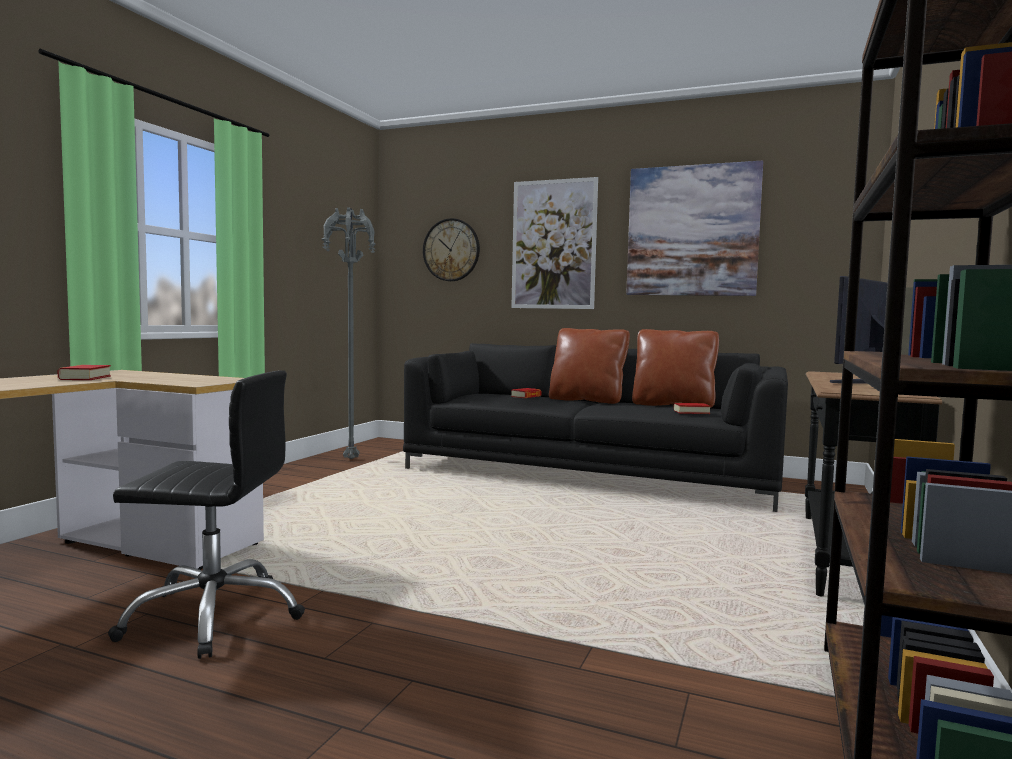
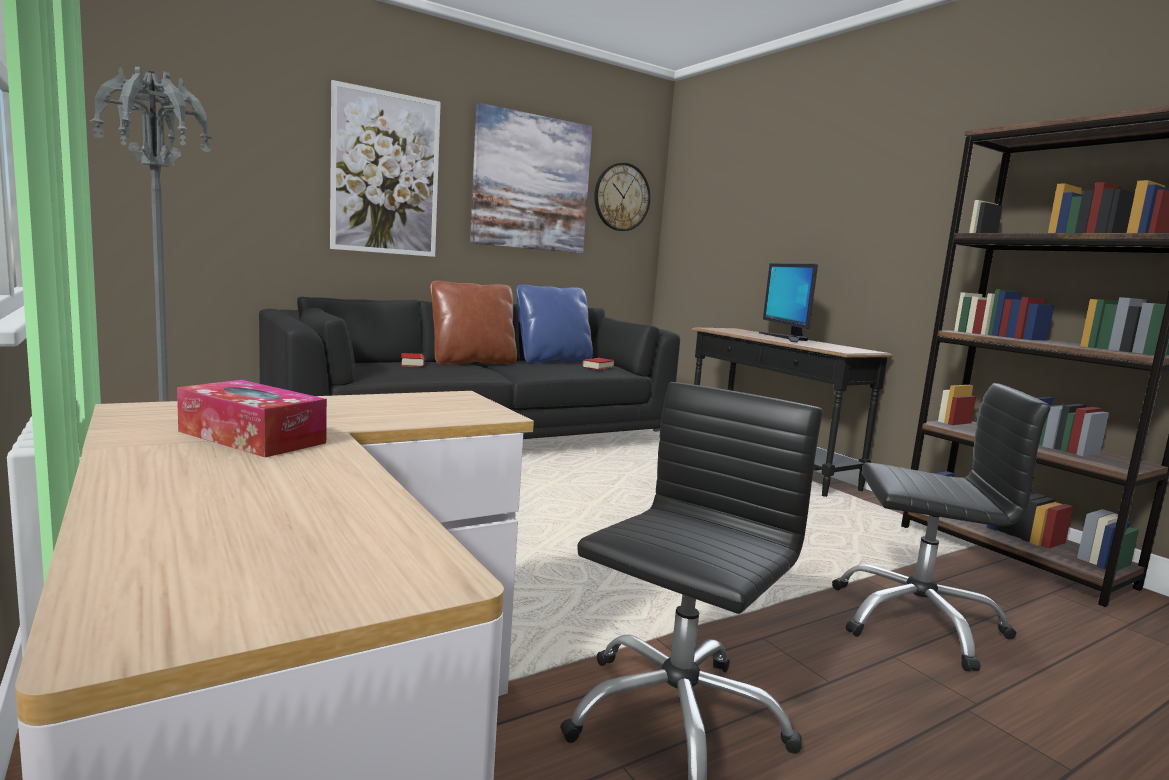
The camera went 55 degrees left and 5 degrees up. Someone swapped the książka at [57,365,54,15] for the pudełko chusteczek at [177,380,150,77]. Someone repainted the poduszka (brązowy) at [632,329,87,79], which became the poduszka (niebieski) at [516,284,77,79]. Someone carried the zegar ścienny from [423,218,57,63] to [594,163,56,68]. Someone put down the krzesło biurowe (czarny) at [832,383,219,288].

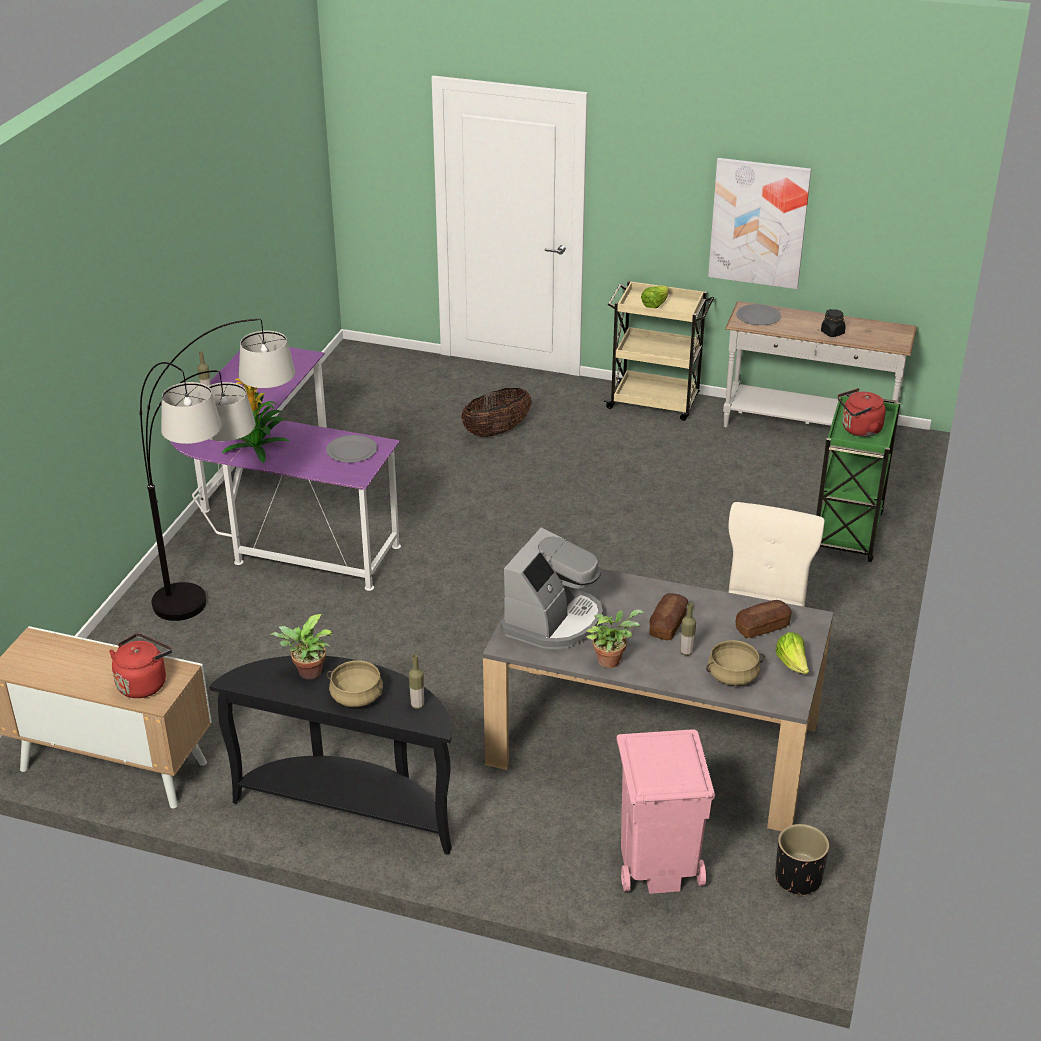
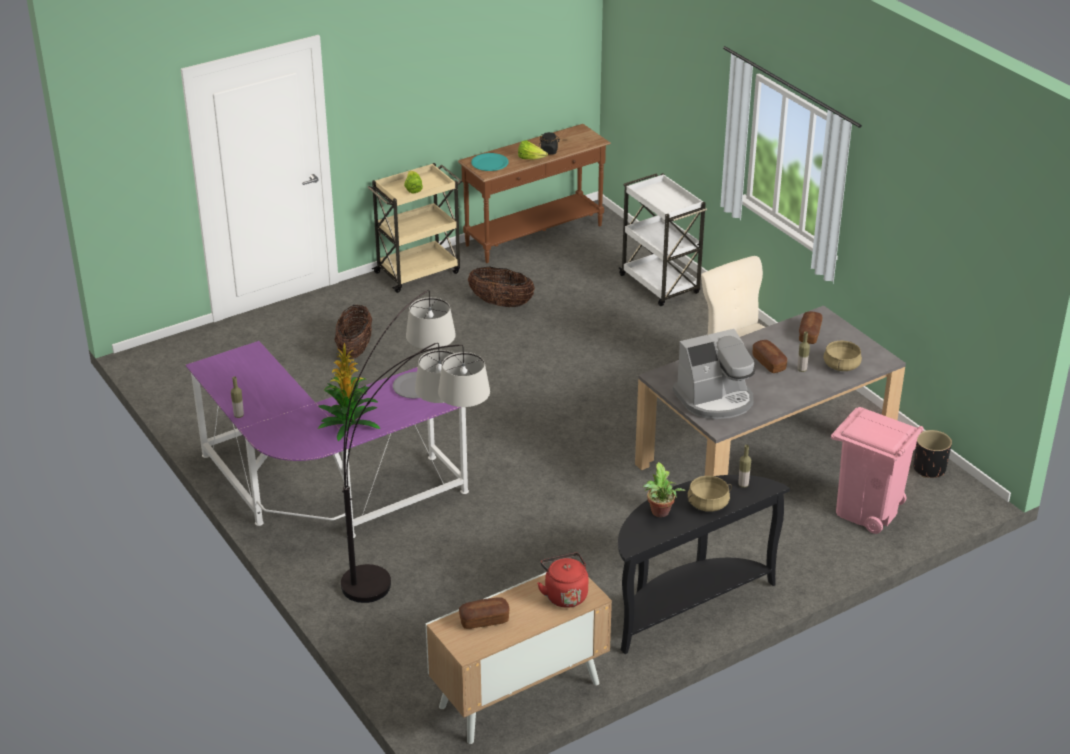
The camera went 50 degrees left and 0 degrees up. Someone repainted the stolik konsolowy (biały) at [723,301,194,126], which became the stolik konsolowy (brązowy) at [458,124,153,139]. Someone put down the chleb at [459,597,51,32]. Someone put down the koszyk at [468,267,67,40]. Someone repainted the talerz (szary) at [736,304,45,21], which became the talerz (turkusowy) at [471,153,38,18]. Someone carried the sałata from [775,632,34,42] to [518,140,30,20]. Someone repainted the wózek (zielony) at [816,394,84,168], which became the wózek (biały) at [619,173,88,133]. Someone rotated the ekspres do kawy at [500,528,103,121] by 90 degrees clockwise. Someone took away the roślina doniczkowa at [586,610,58,58]. Someone took away the obraz at [708,158,103,131]. Someone took away the czajnik (czerwony) at [838,388,48,49].

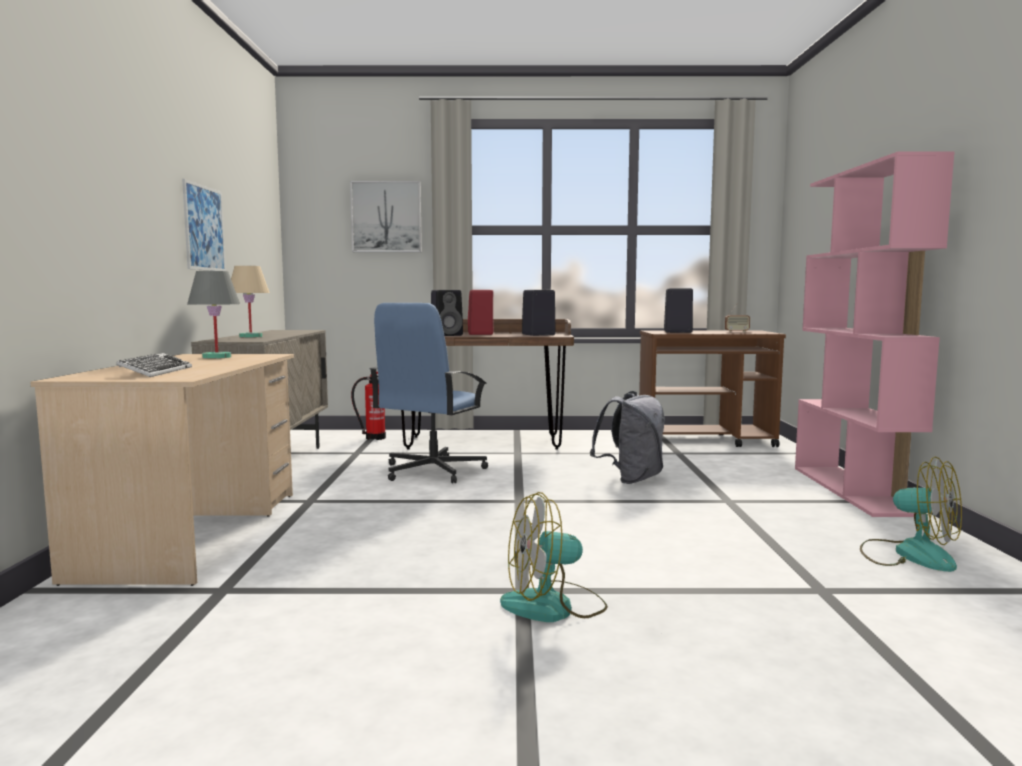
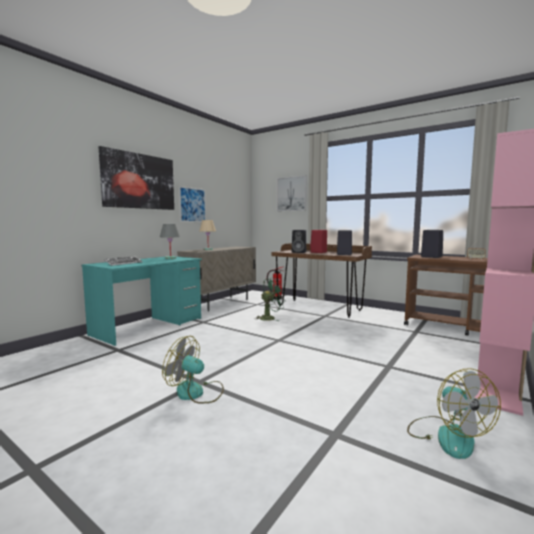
The camera went 35 degrees right and 0 degrees up. Someone repainted the biurko (beżowy) at [30,354,264,232], which became the biurko (turkusowy) at [81,256,121,90]. Someone put up the obraz at [99,146,75,64]. Someone swapped the krzesło biurowe (niebieski) at [369,303,119,180] for the wentylator (zielony) at [256,277,30,44]. Someone took away the plecak (szary) at [590,391,75,93].

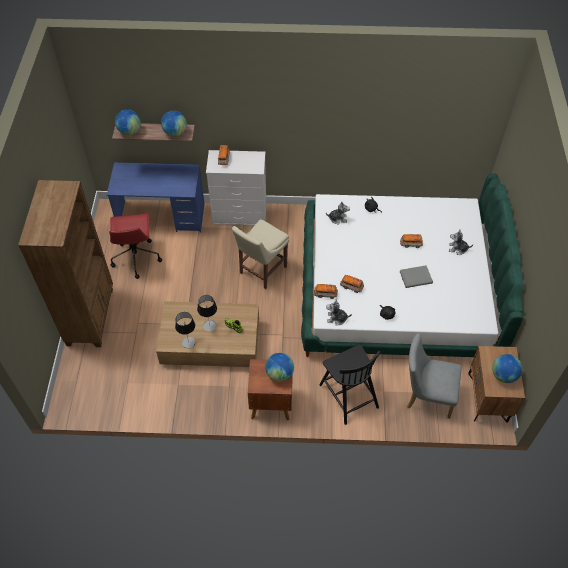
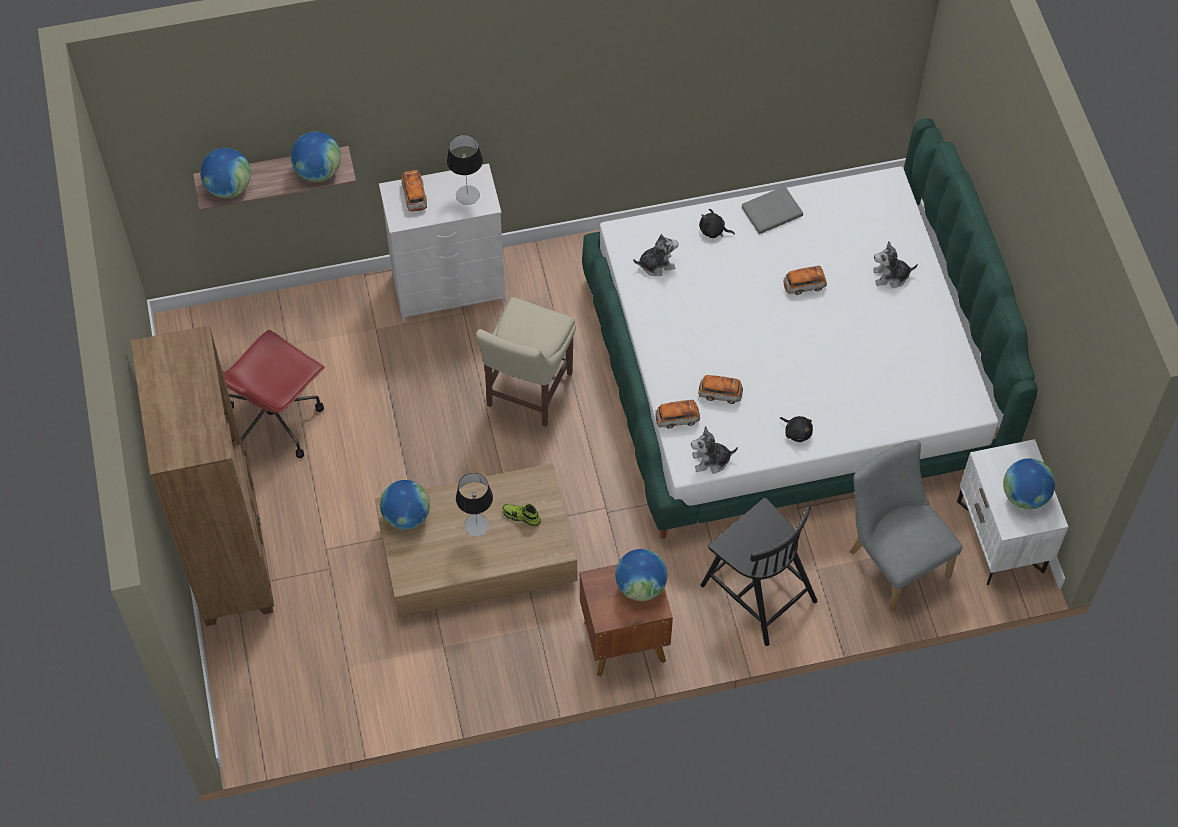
The camera went 15 degrees left and 5 degrees up. Someone rotated the krzesło biurowe (czerwony) at [109,213,53,66] by 60 degrees clockwise. Someone put down the globus at [380,480,50,50]. Someone carried the lampa stołowa from [175,312,20,36] to [447,135,36,70]. Someone carried the książka (szary) from [400,265,33,23] to [741,186,62,48]. Someone rotated the krzesło (szary) at [407,333,55,86] by 60 degrees clockwise. Someone repainted the szafka nocna (brązowy) at [468,346,57,77], which became the szafka nocna (biały) at [957,439,111,146]. Someone took away the biurko (niebieski) at [107,162,98,71].

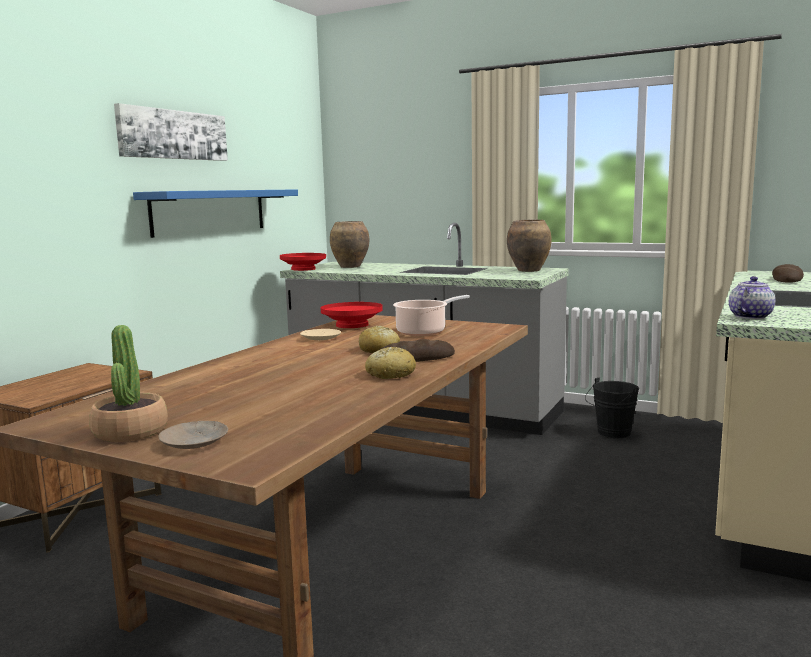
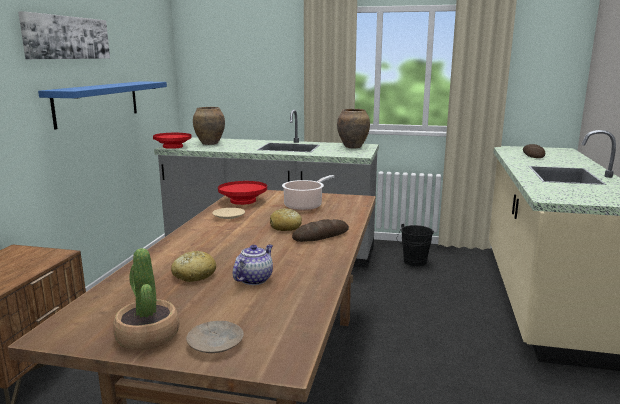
The camera went 15 degrees left and 5 degrees up. Someone carried the chleb from [365,346,51,33] to [171,251,45,31]. Someone carried the imbryk from [729,276,46,43] to [233,244,40,41].

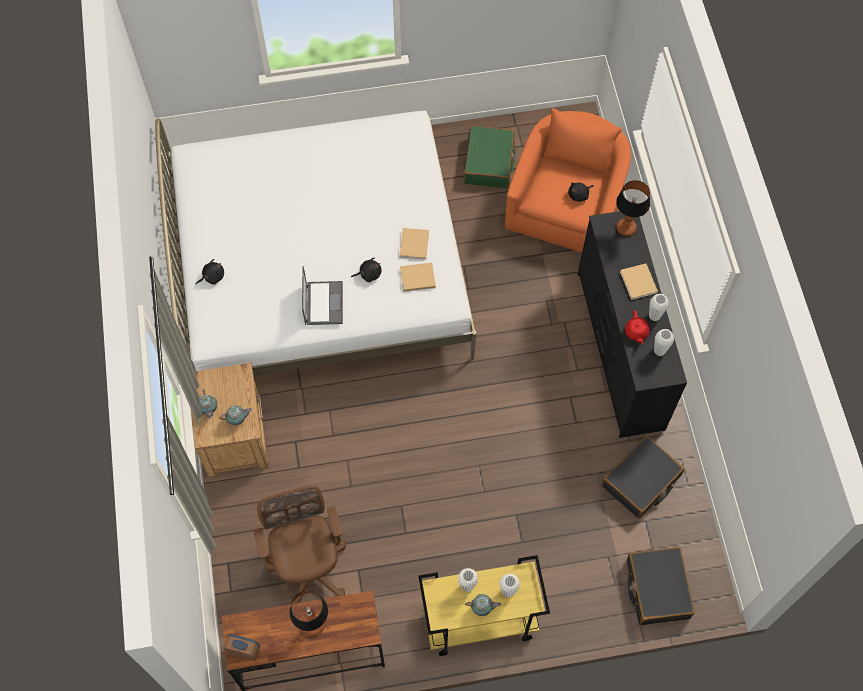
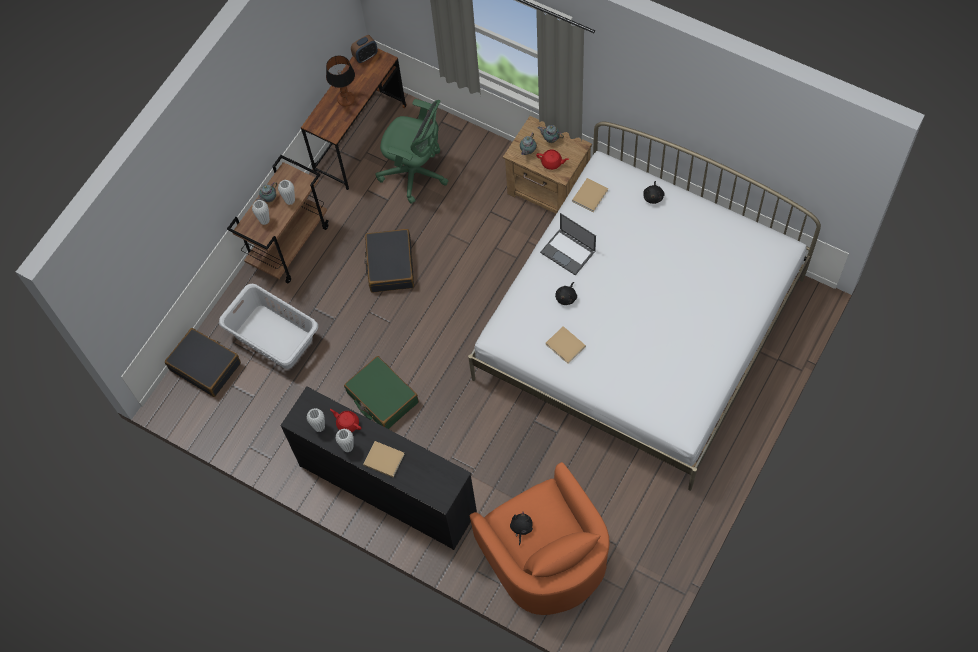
The camera went 135 degrees right and 0 degrees up. Someone put down the kosz na pranie (biały) at [219,284,99,85]. Someone repainted the wózek (żółty) at [418,555,132,101], which became the wózek (brązowy) at [227,155,102,129]. Someone carried the walizka (zielony) from [464,126,51,62] to [344,356,75,73]. Someone carried the walizka (czarny) from [602,436,82,83] to [364,229,50,64]. Someone repainted the krzesło biurowe (brązowy) at [254,485,92,119], which became the krzesło biurowe (zielony) at [376,99,72,105]. Someone put down the imbryk (czerwony) at [536,149,33,21]. Someone carried the książka (beżowy) from [400,263,36,29] to [572,178,36,34]. Someone took away the lampa stołowa at [616,180,34,56].

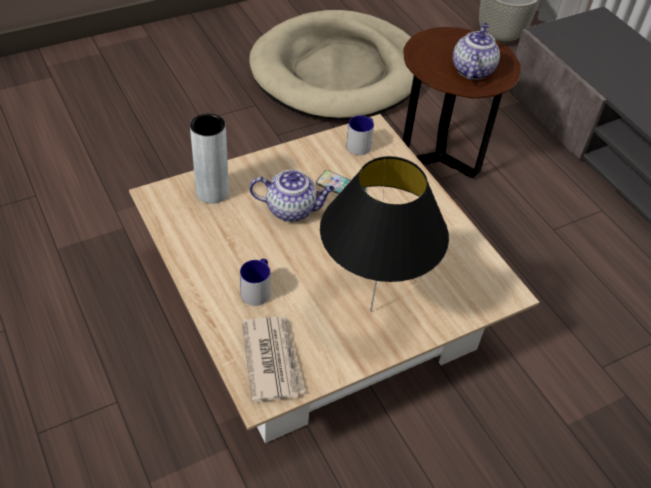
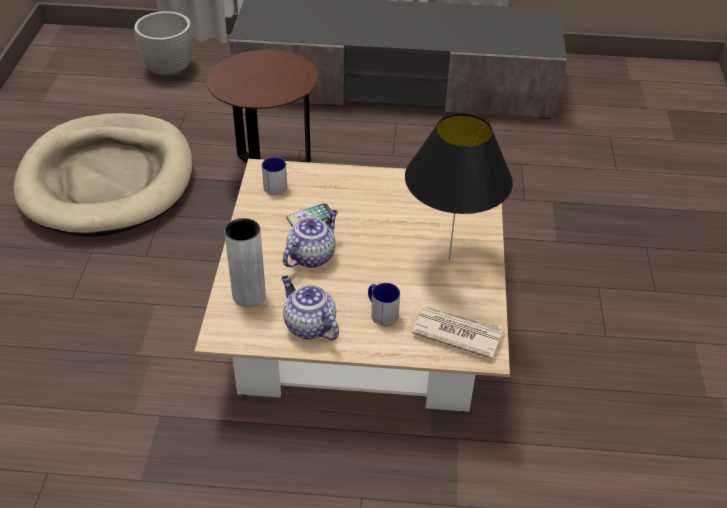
The camera went 55 degrees left and 5 degrees down. Someone carried the imbryk from [453,23,47,57] to [282,276,57,64].

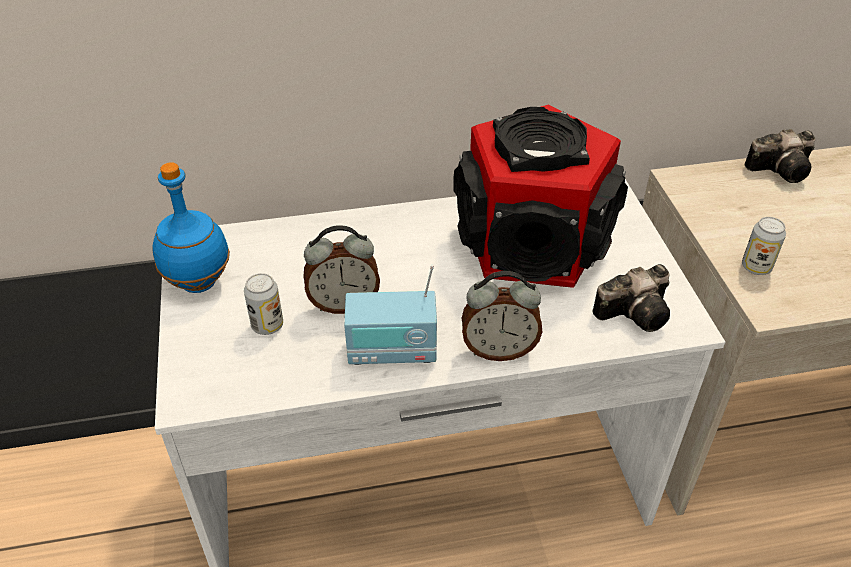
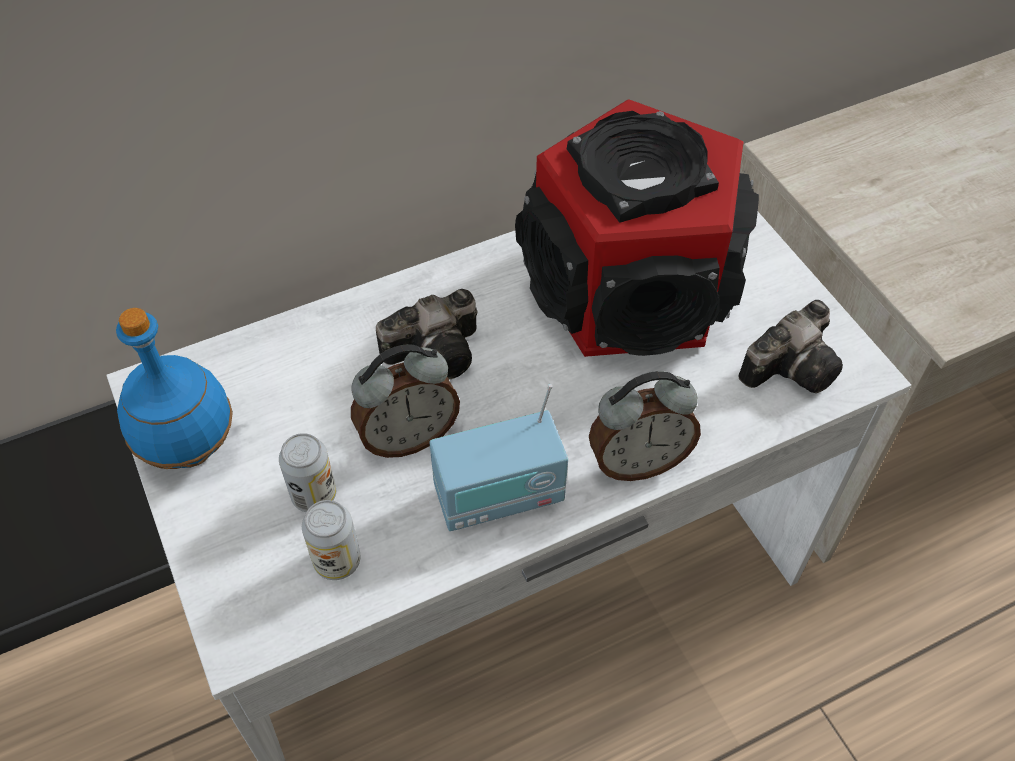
The camera went 15 degrees left and 10 degrees up. Someone carried the puszka from [742,217,44,58] to [302,500,58,80]. Someone carried the aparat fotograficzny from [745,129,70,54] to [376,289,101,90].

